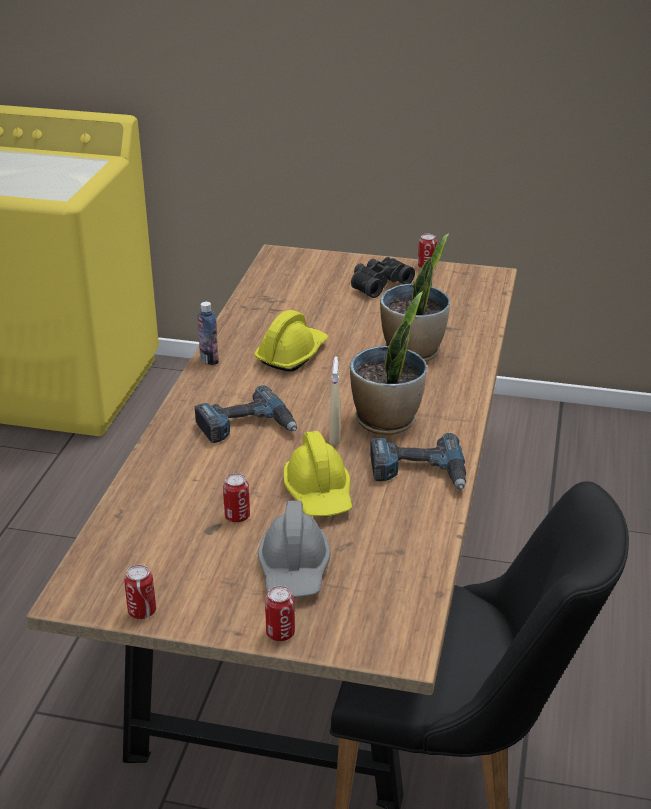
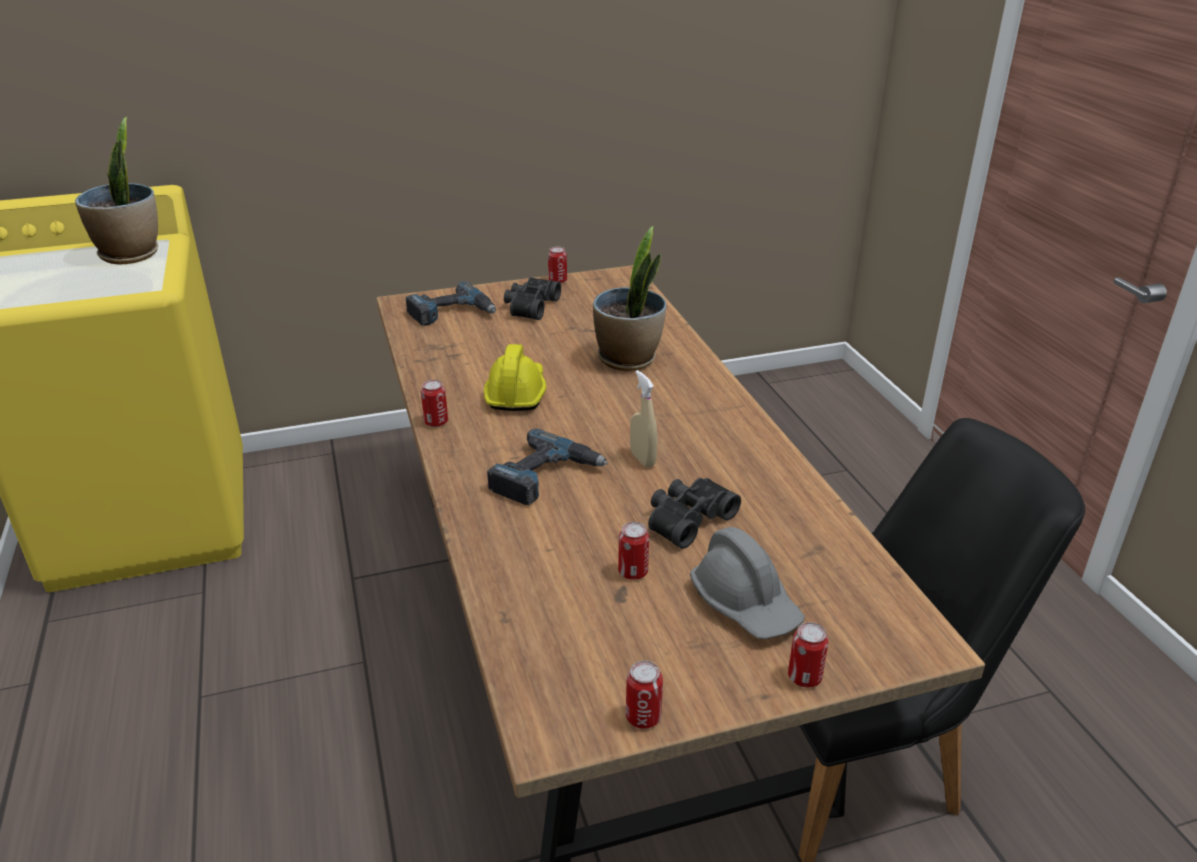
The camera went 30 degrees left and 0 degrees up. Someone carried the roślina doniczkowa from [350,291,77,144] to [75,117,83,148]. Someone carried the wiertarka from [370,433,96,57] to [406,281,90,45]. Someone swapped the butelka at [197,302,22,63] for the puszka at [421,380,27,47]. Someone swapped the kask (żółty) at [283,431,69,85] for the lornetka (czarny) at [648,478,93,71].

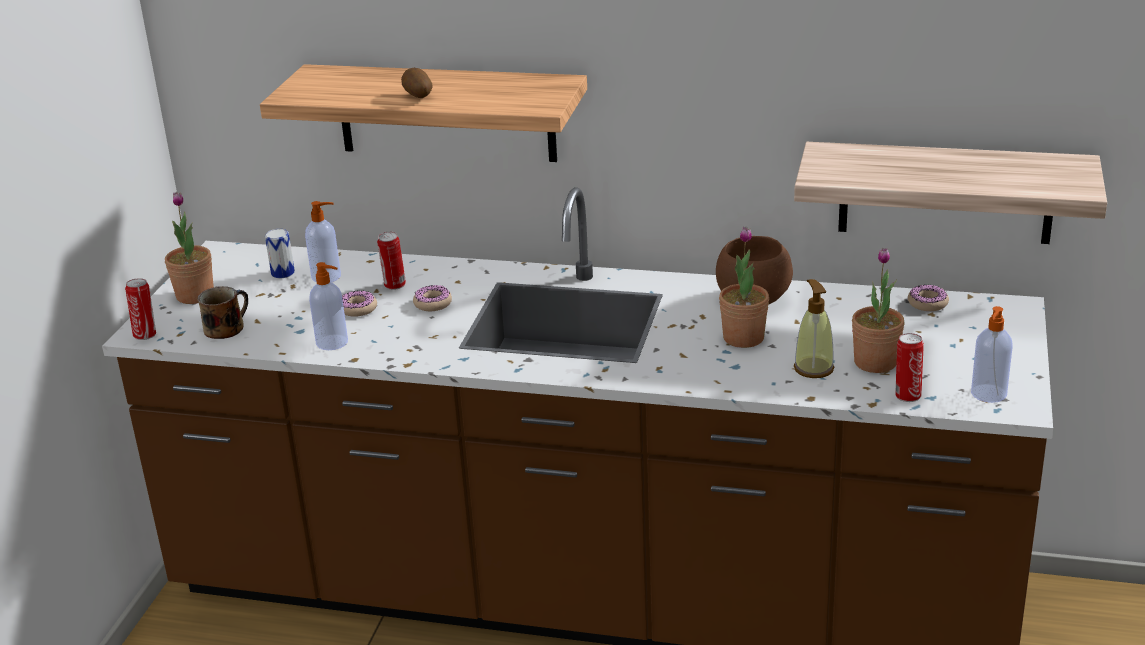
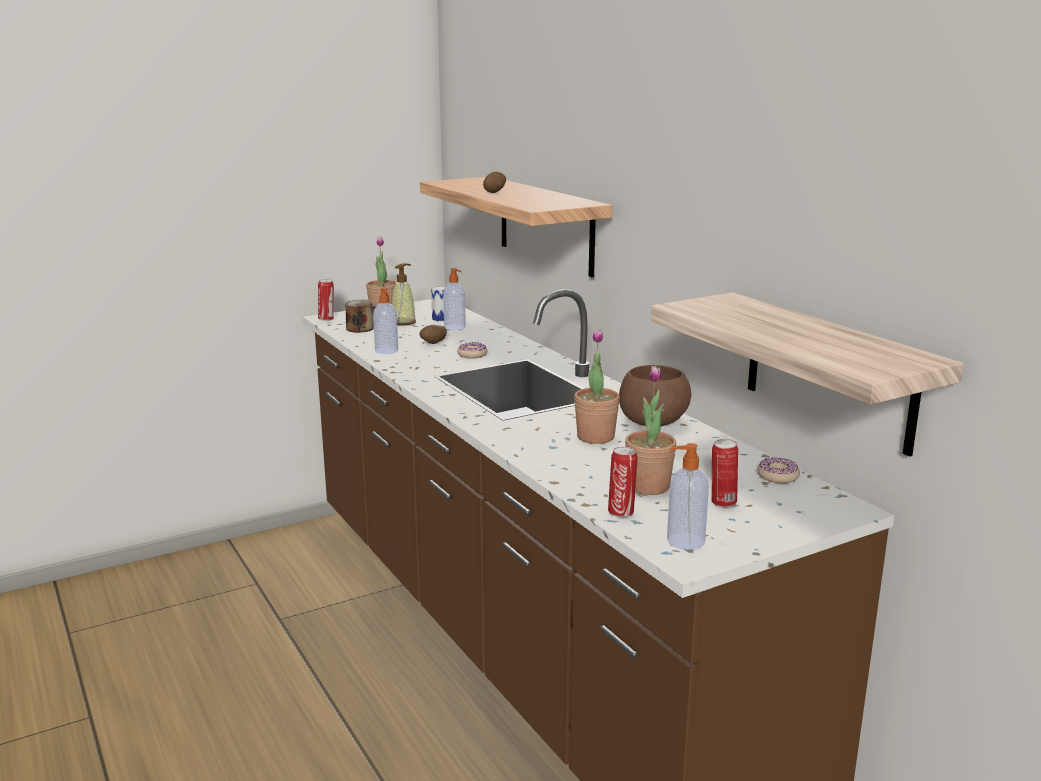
The camera went 45 degrees right and 10 degrees down. Someone carried the dozownik mydła from [794,279,41,99] to [392,263,24,63]. Someone swapped the donut at [342,290,35,27] for the ziemniak at [419,325,28,19]. Someone carried the puszka from [377,232,29,58] to [711,439,27,69].

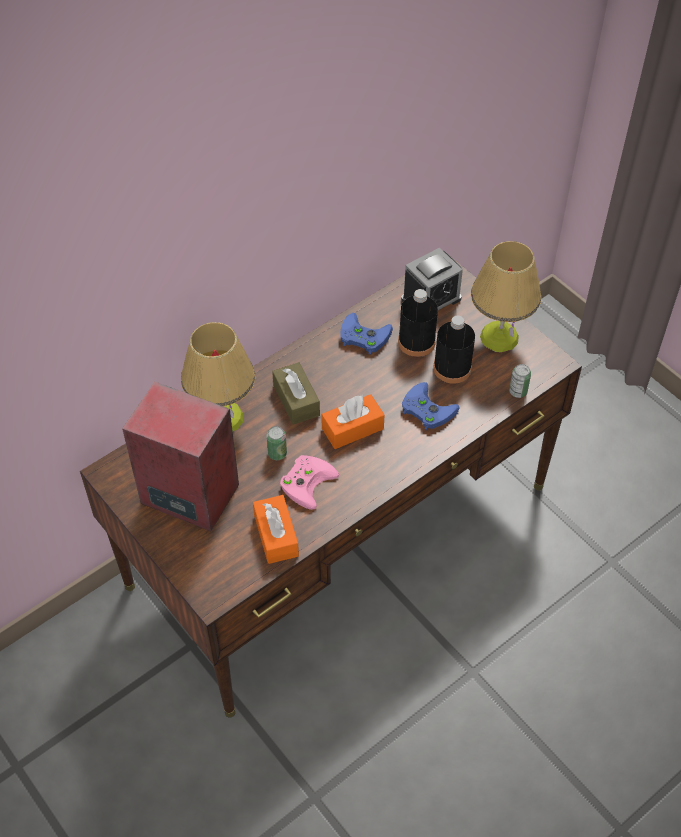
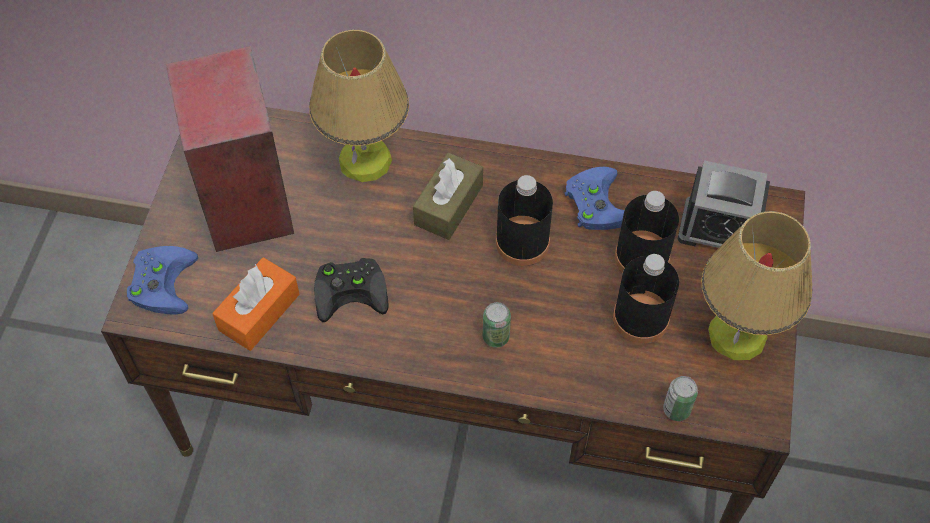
The camera went 50 degrees right and 5 degrees up. Someone carried the pad do gier (niebieski) from [402,382,58,48] to [127,246,71,69]. Someone repainted the pad do gier (różowy) at [280,455,59,55], which became the pad do gier (czarny) at [314,258,75,64]. Someone carried the puszka from [266,426,21,34] to [483,302,28,46]. Someone put down the butelka (czarny) at [495,175,58,91]. Someone took away the pudełko chusteczek (pomarańczowy) at [321,394,63,55].

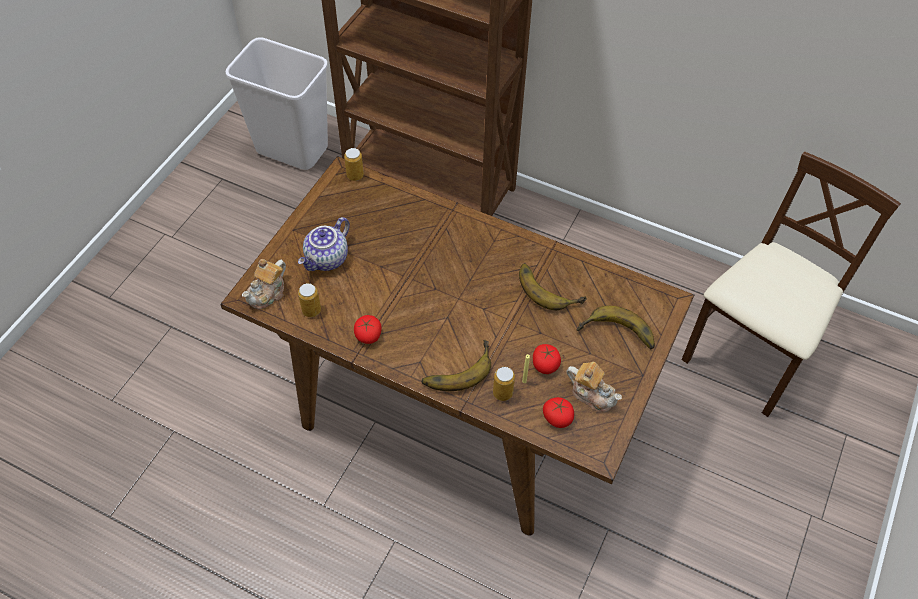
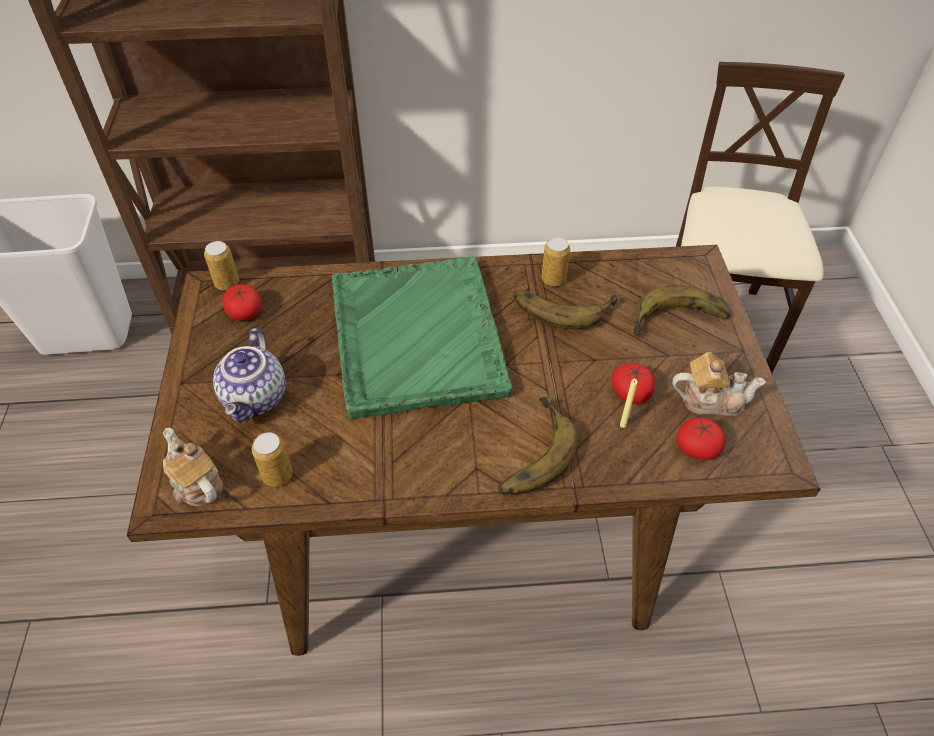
The camera went 30 degrees left and 5 degrees down. Someone rotated the imbryk at [242,259,44,50] by 135 degrees clockwise. Someone carried the pomidor from [354,315,28,29] to [223,284,39,37]. Someone put down the taca (zielony) at [332,257,181,162]. Someone carried the puszka from [493,367,22,34] to [542,237,28,49].

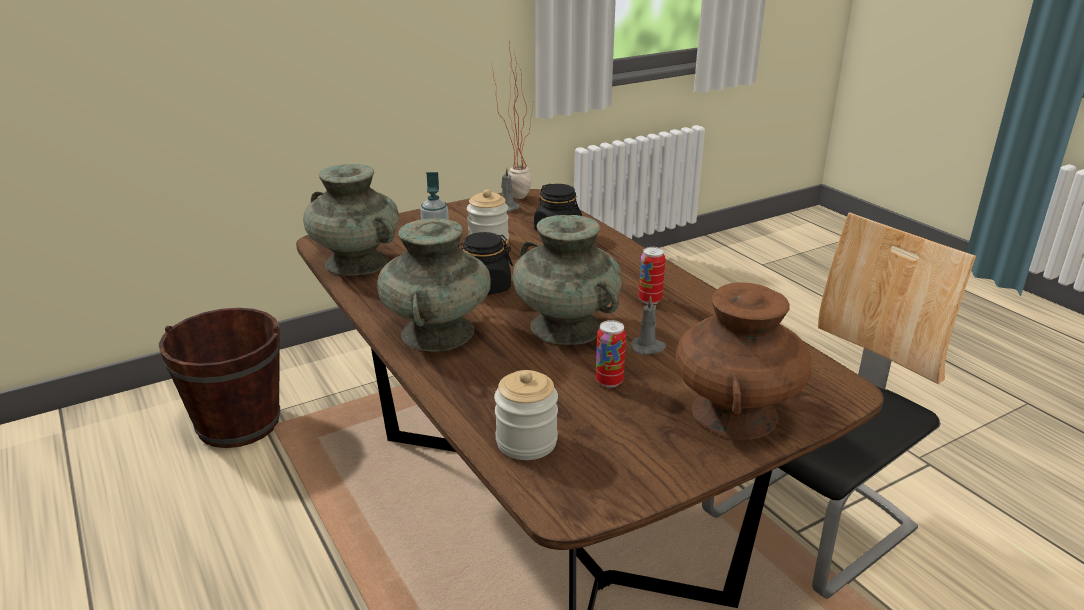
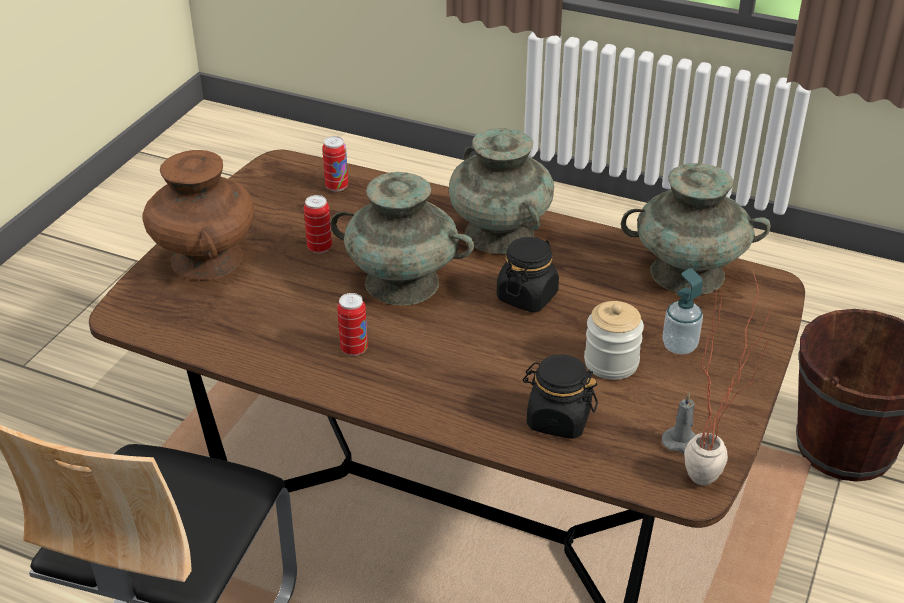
The camera went 145 degrees right and 10 degrees up. Someone swapped the słoik at [494,370,64,90] for the puszka at [322,136,26,56]. Someone took away the świeca (szary) at [630,296,36,59].

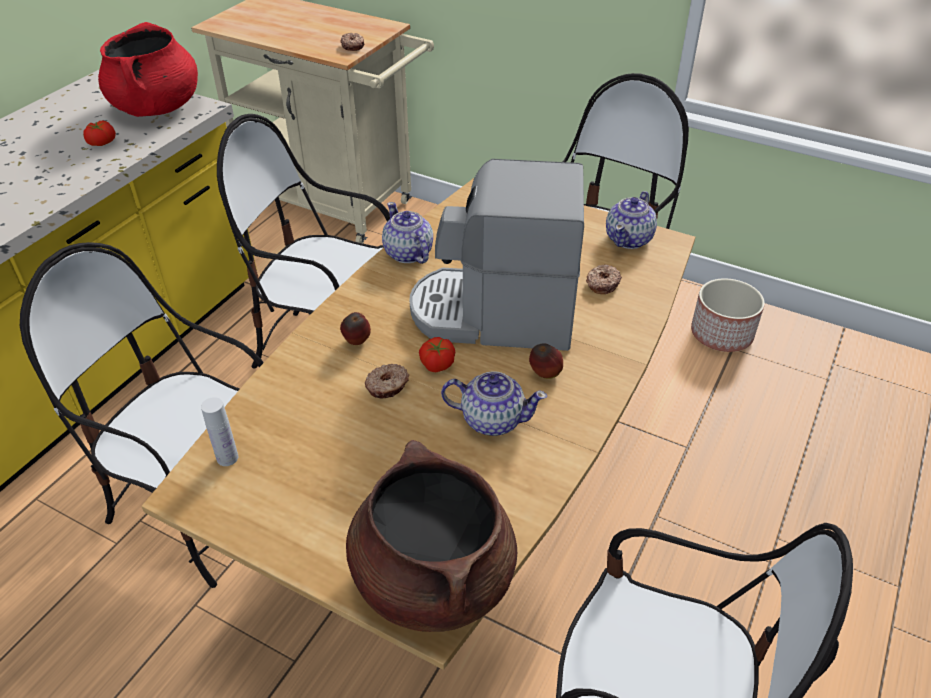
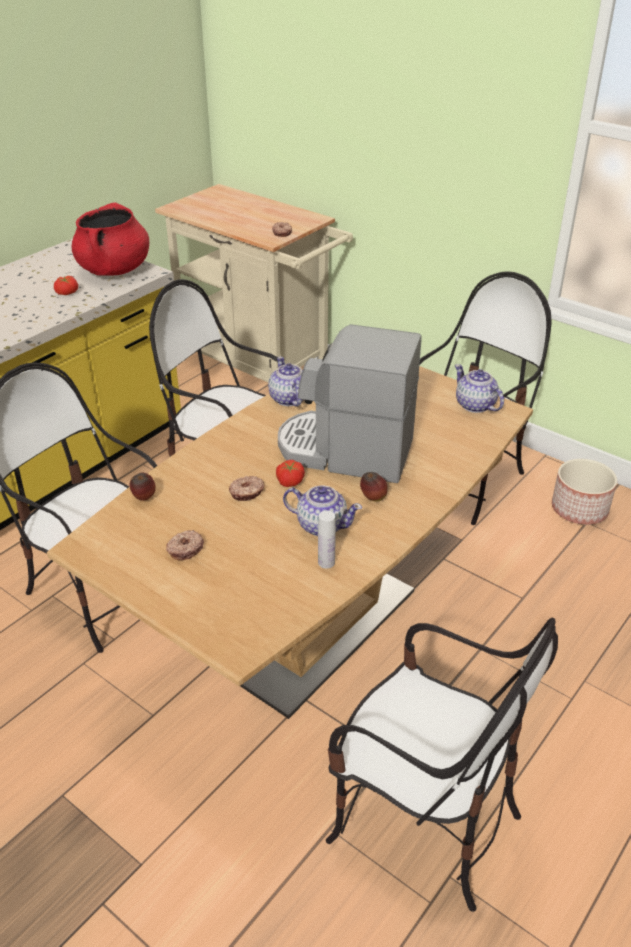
The camera went 10 degrees right and 5 degrees down. Someone carried the jabłko from [340,312,31,33] to [129,473,27,28]. Someone carried the donut from [586,264,36,30] to [166,530,38,30]. Someone carried the butelka (biały) from [201,397,37,69] to [318,510,18,59]. Someone rotated the imbryk at [606,191,51,58] by 105 degrees clockwise. Someone took away the garnek (brązowy) at [346,440,171,192].

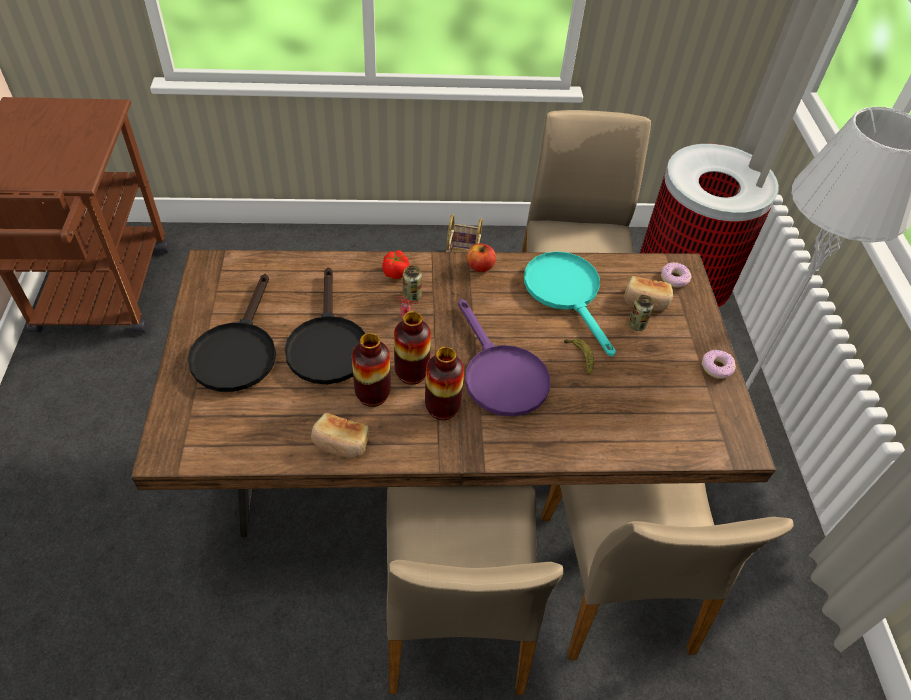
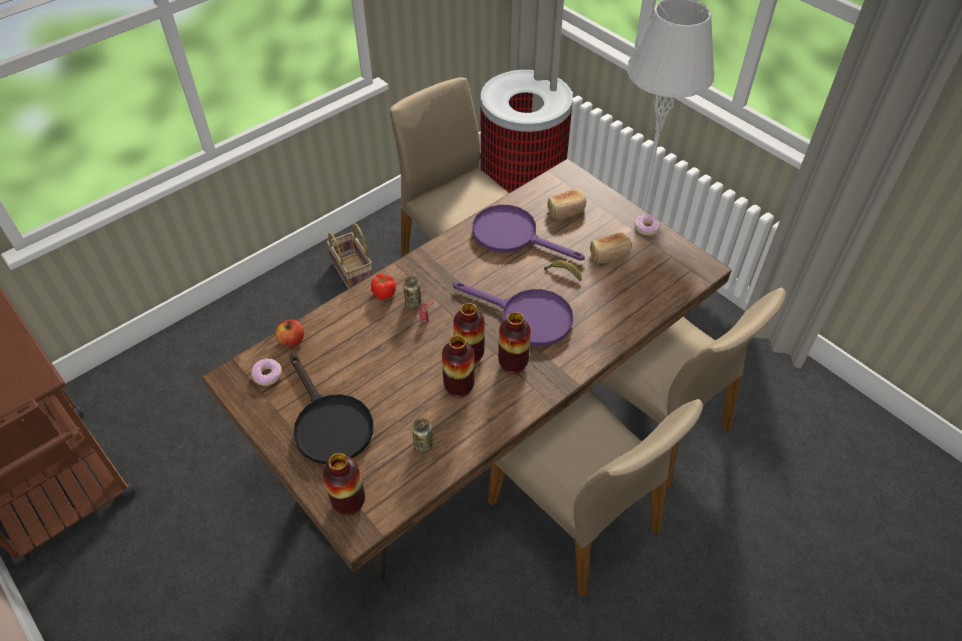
The camera went 35 degrees left and 0 degrees up. Someone carried the donut from [661,262,30,25] to [251,359,31,27]. Someone carried the jabłko from [467,244,29,28] to [275,319,29,28]. Someone put down the wazon at [323,453,42,62]. Someone carried the puszka from [628,295,26,36] to [412,418,21,34]. Someone repainted the patelnia (turkusowy) at [524,251,92,106], which became the patelnia (fioletowy) at [472,205,113,56]. Someone carried the chleb from [311,413,58,45] to [590,232,42,31]. Someone took away the patelnia (czarny) at [285,267,81,117].

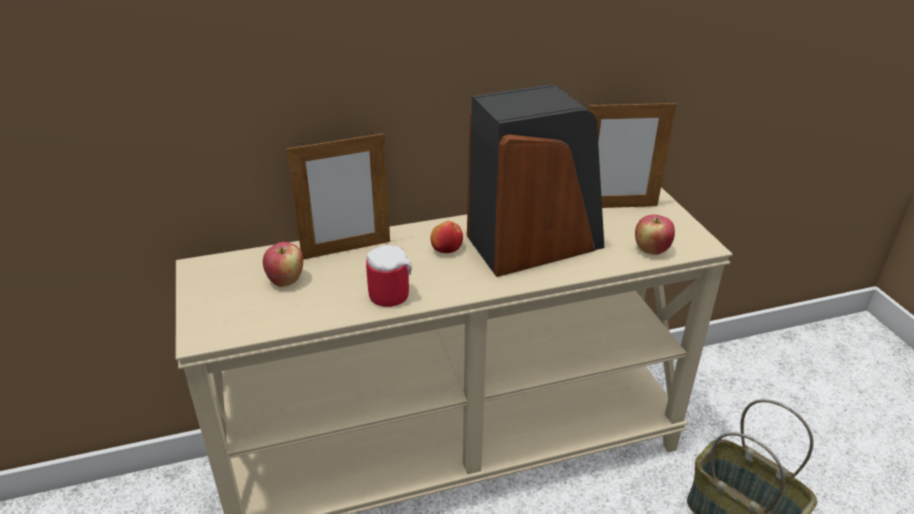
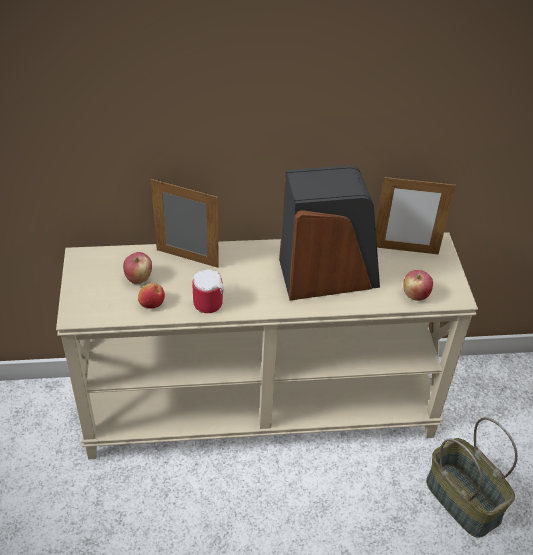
The camera went 10 degrees right and 10 degrees up. Someone carried the jabłko from [431,221,32,32] to [138,283,27,26]. Someone rotated the ramka na zdjęcie at [287,131,103,129] by 150 degrees counterclockwise.

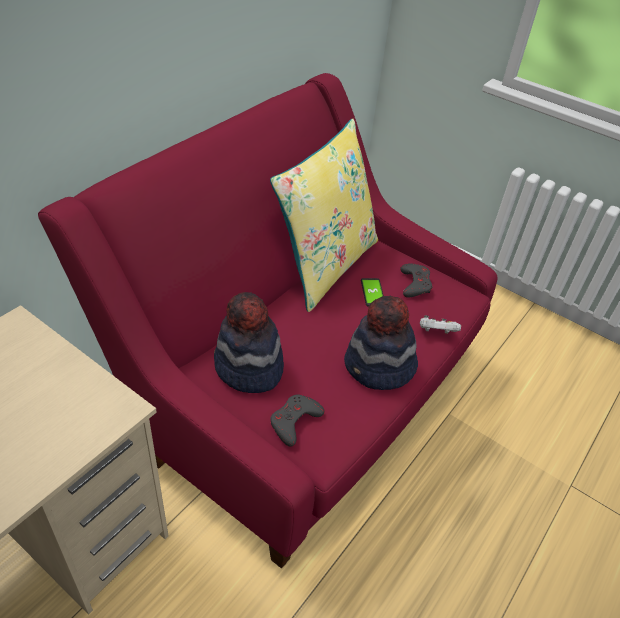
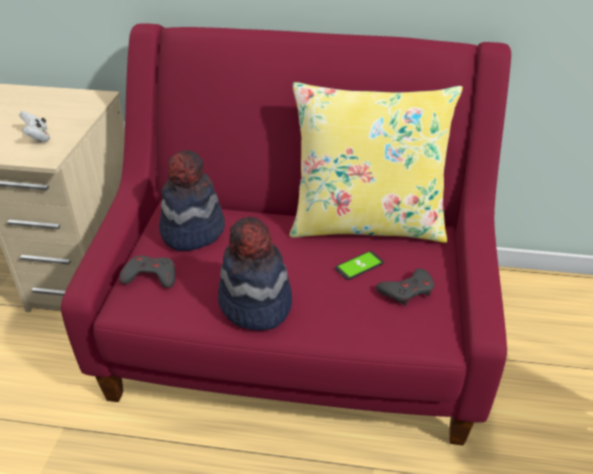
The camera went 65 degrees right and 5 degrees down. Someone carried the pad do gier (biały) from [420,315,41,19] to [19,111,31,31].

